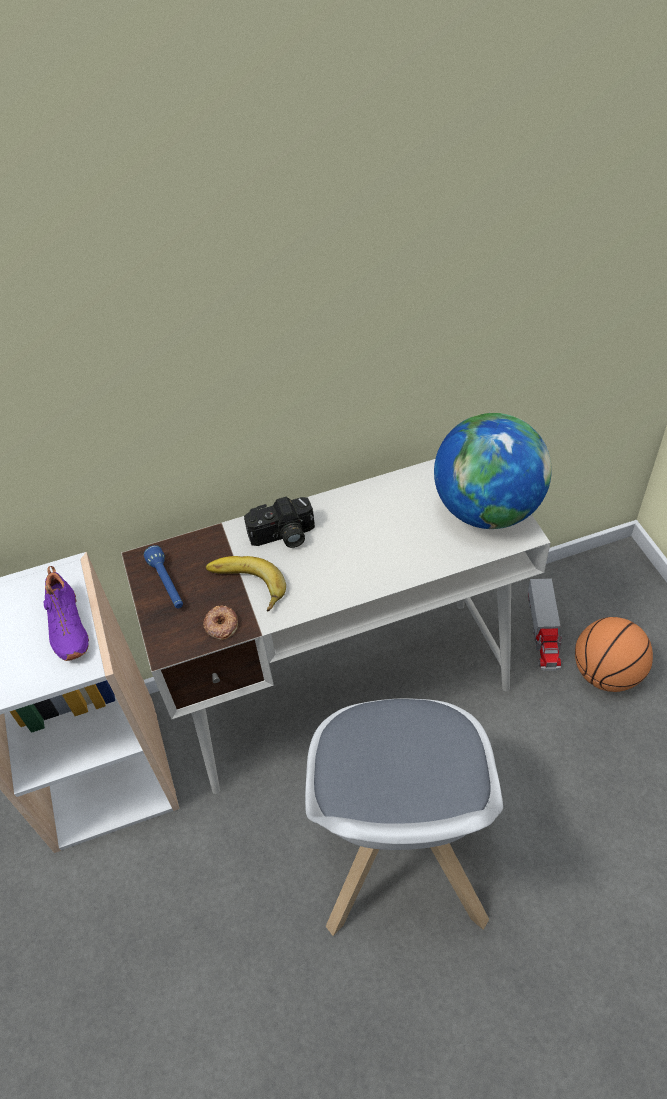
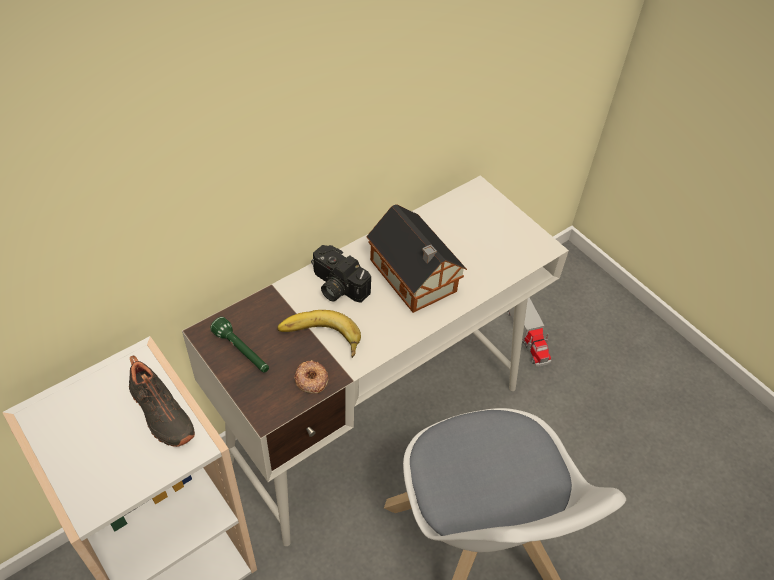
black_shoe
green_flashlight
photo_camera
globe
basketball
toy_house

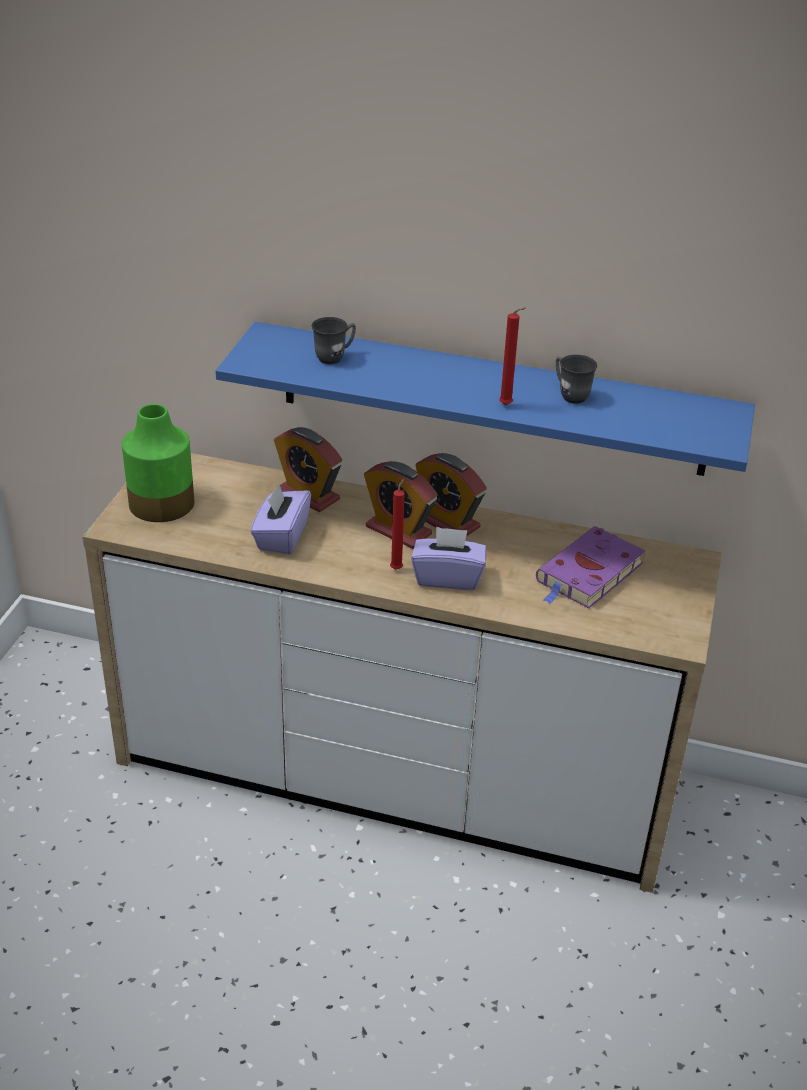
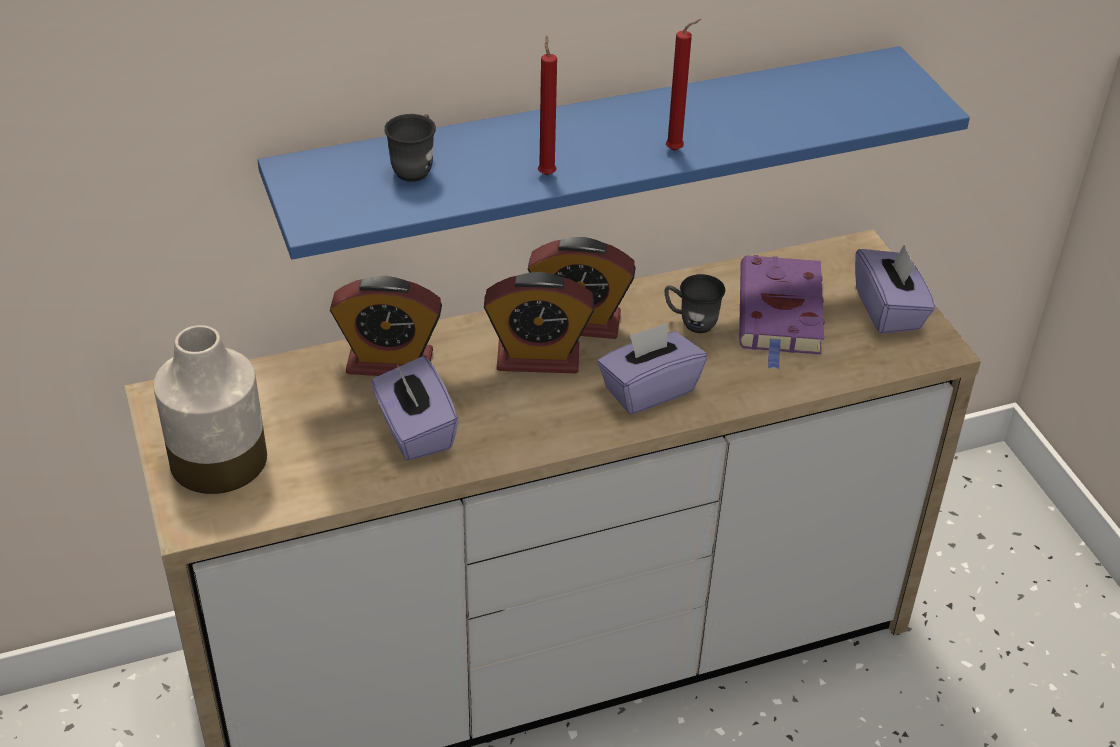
beige_vase
red_candle (no. 1 from left)
grey_mug (no. 2 from left)
purple_tissue_box (no. 3 from left)

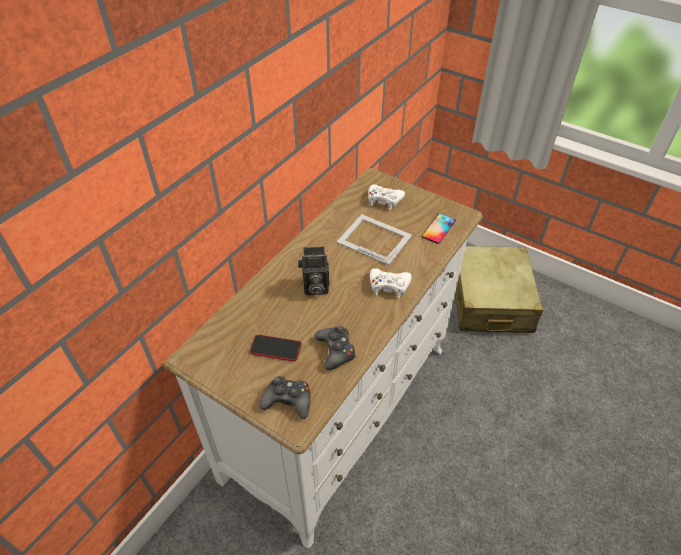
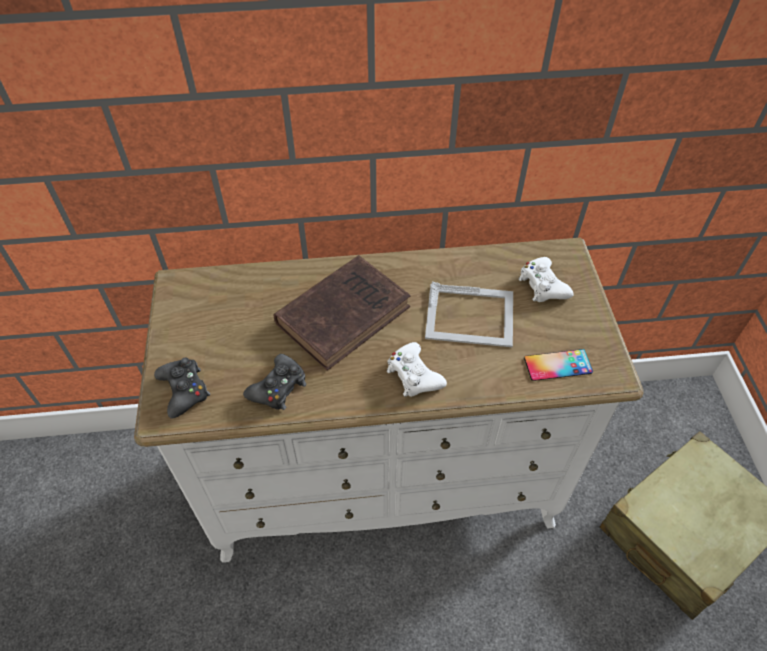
phone (no. 1 from left in the first image)
brown_book
picture_frame

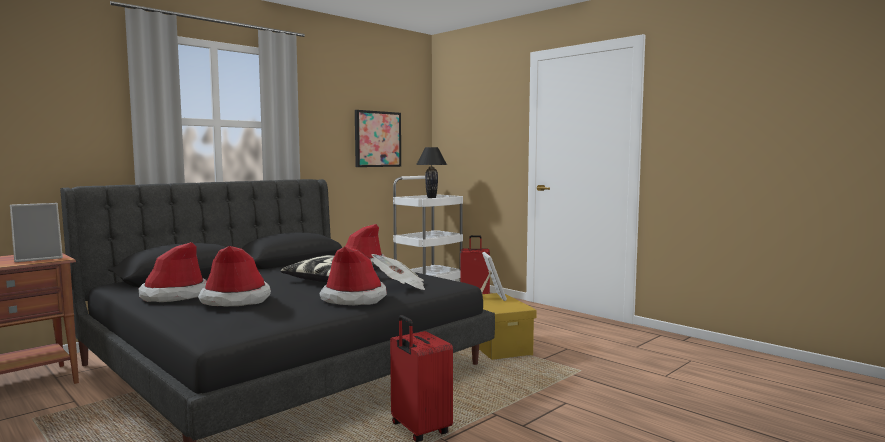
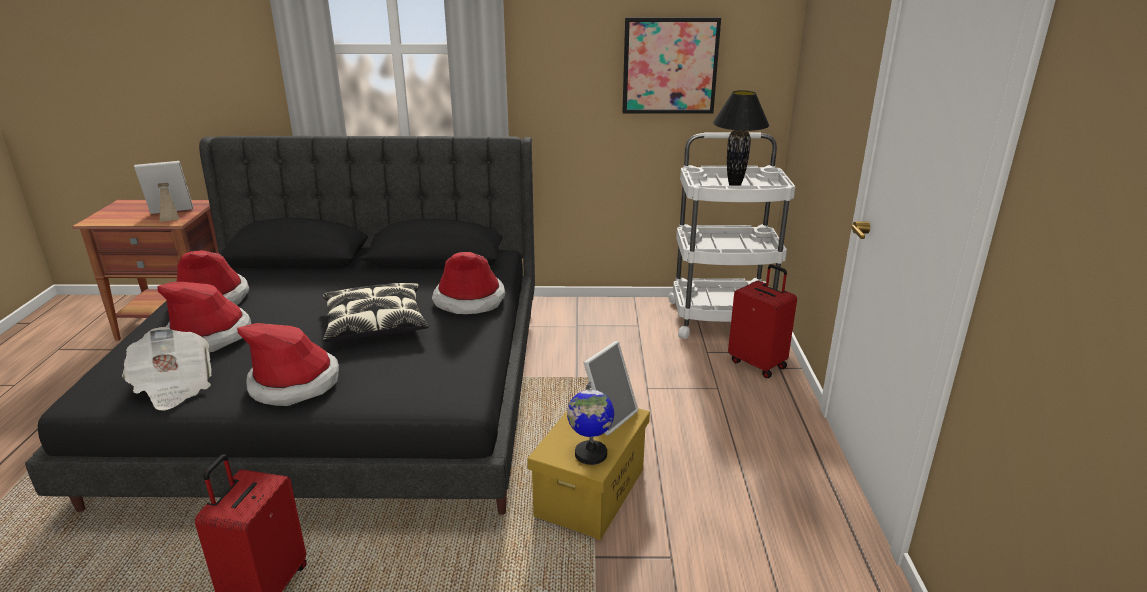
picture_frame (no. 1 from left)
newspaper
globe

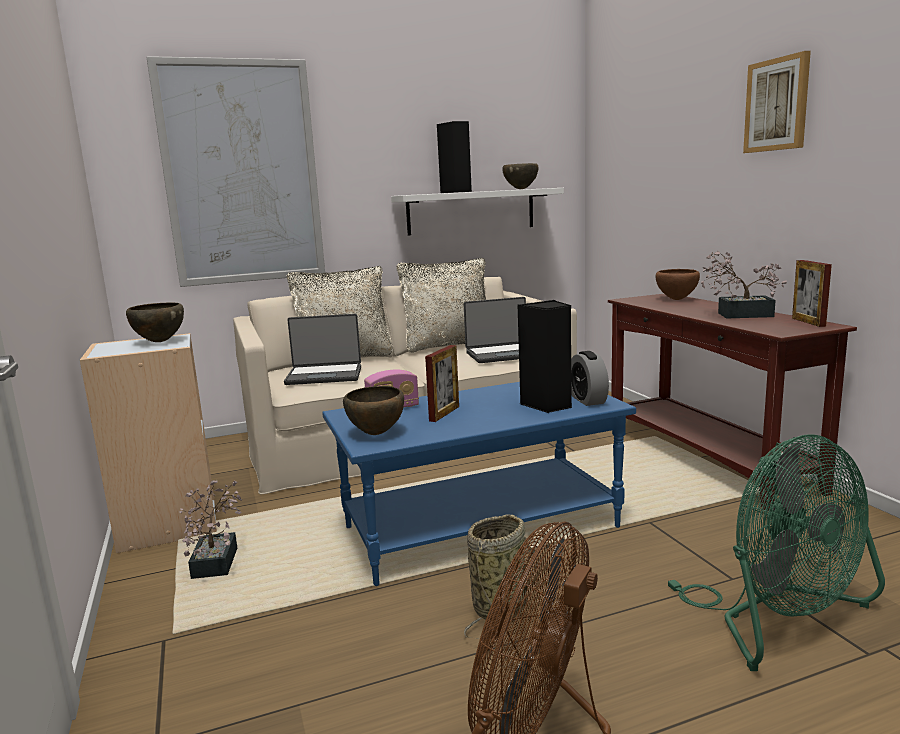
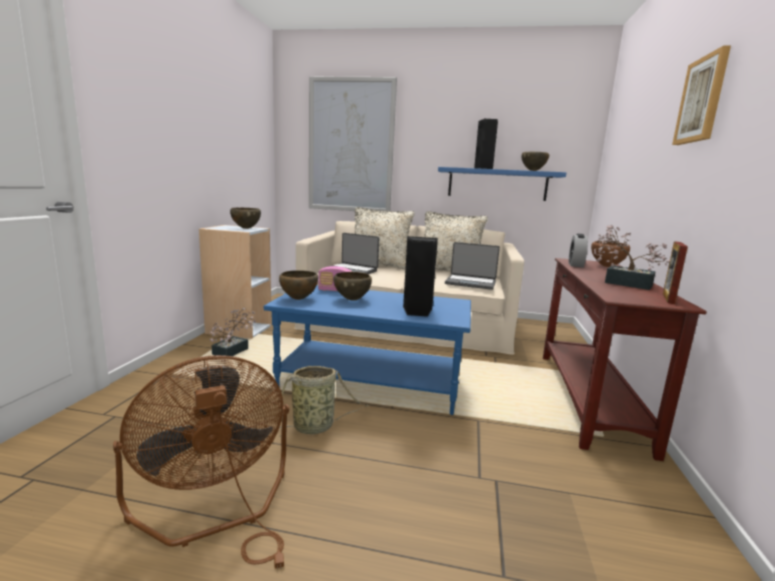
blue_shelf
brown_bowl (no. 3 from left)
alarm_clock
green_fan

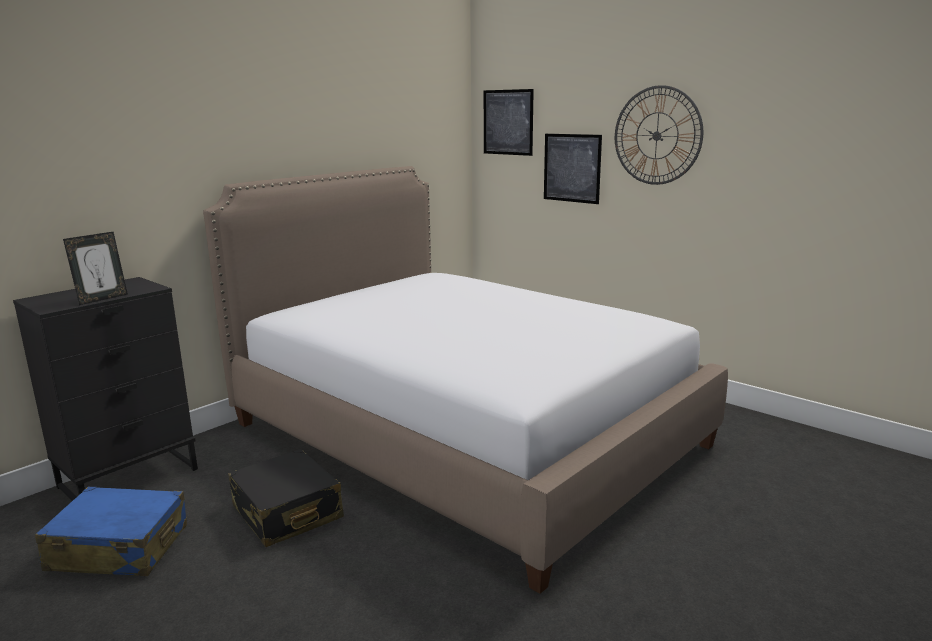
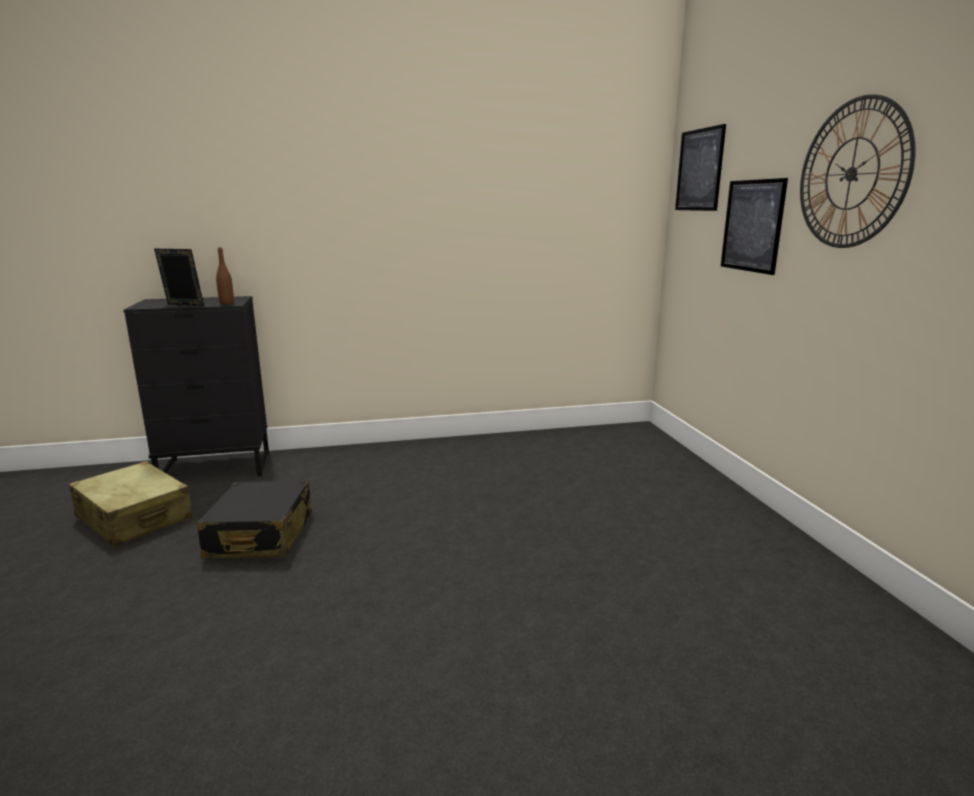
beige_suitcase
picture_frame
bed
brown_bottle

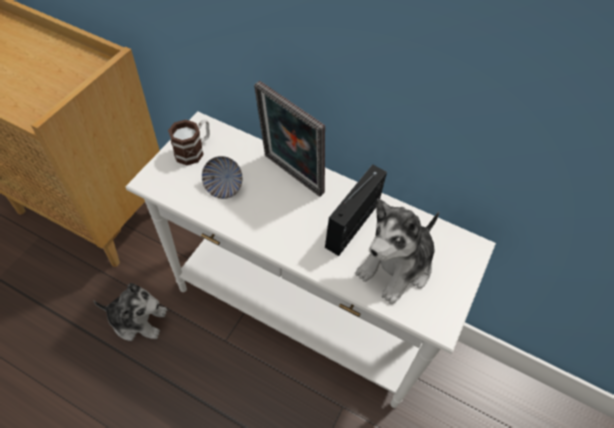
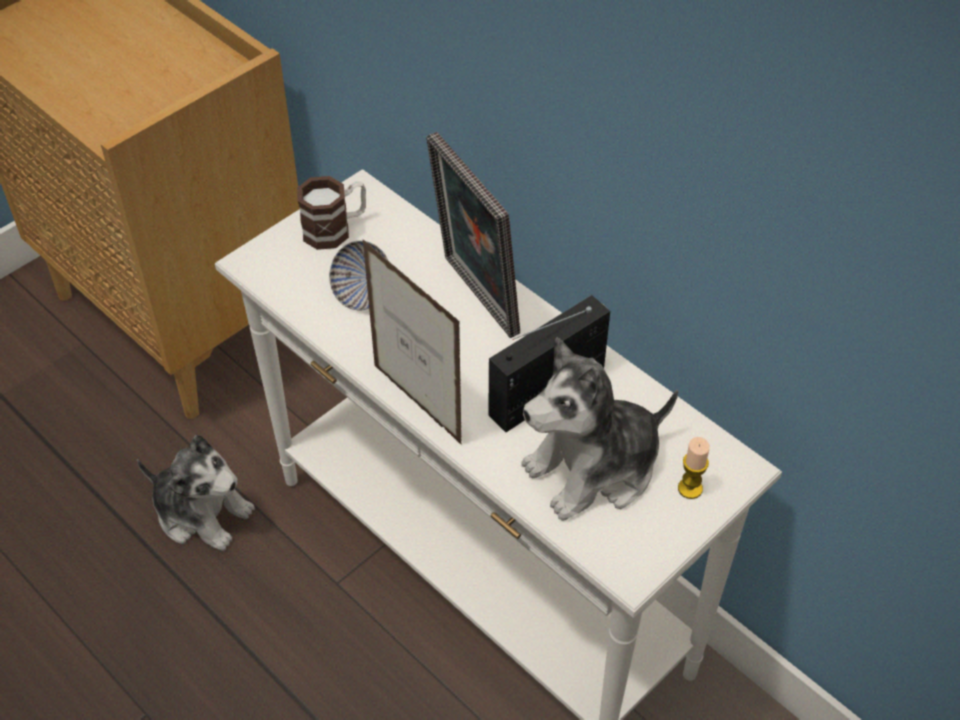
picture_frame (no. 1 from left)
candle

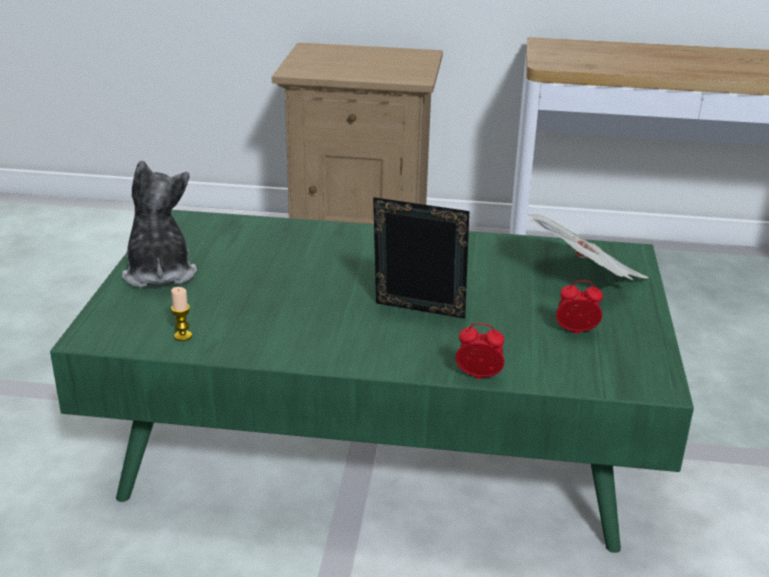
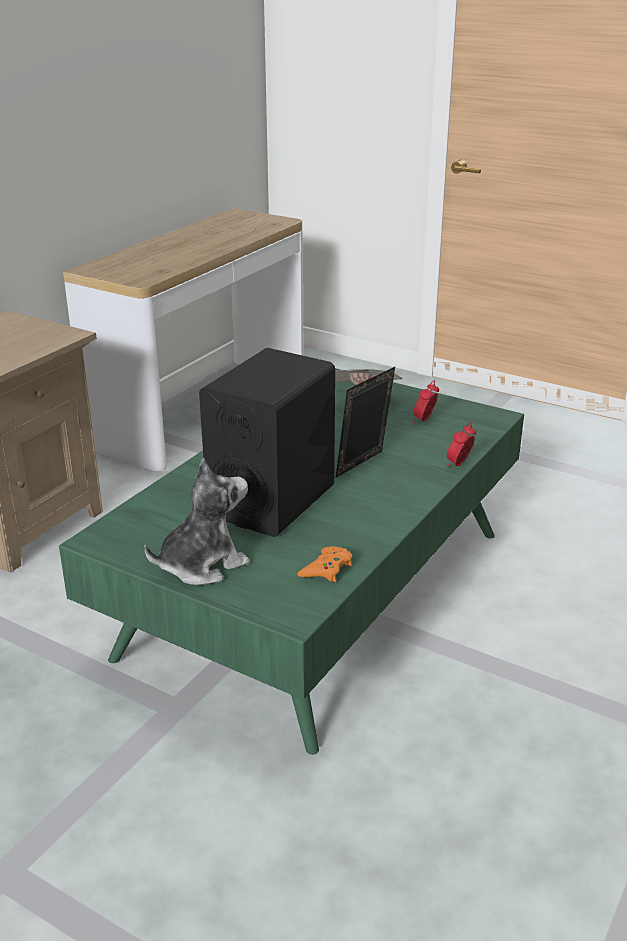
plush_toy
orange_game_controller
black_speaker

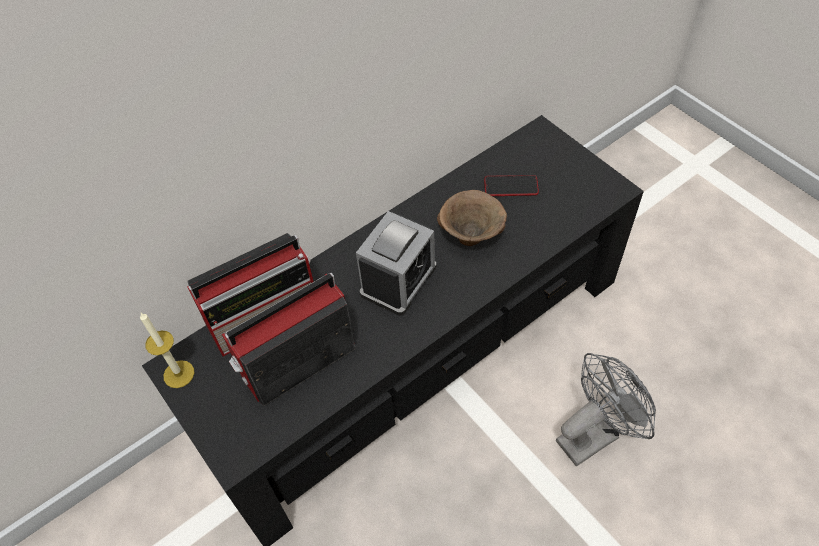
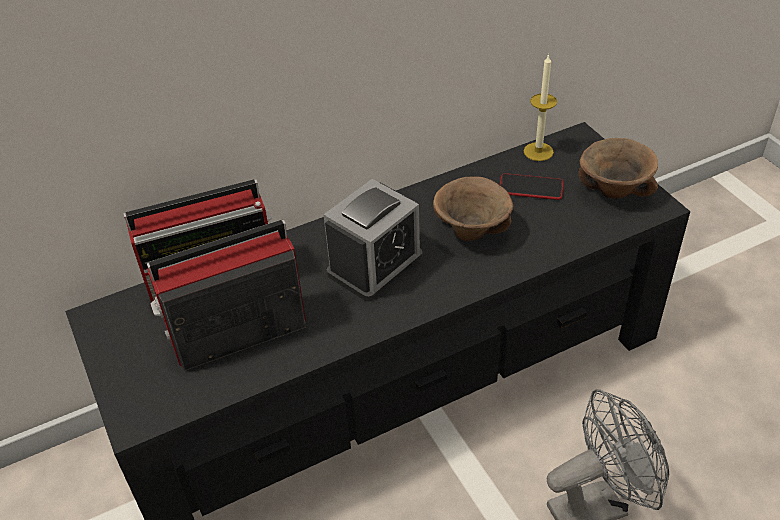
candle
brown_bowl (no. 2 from left)

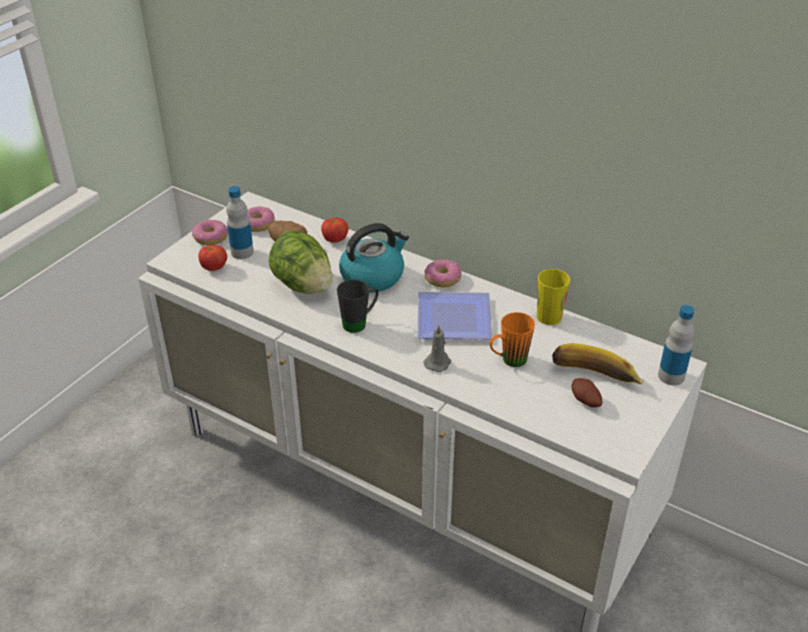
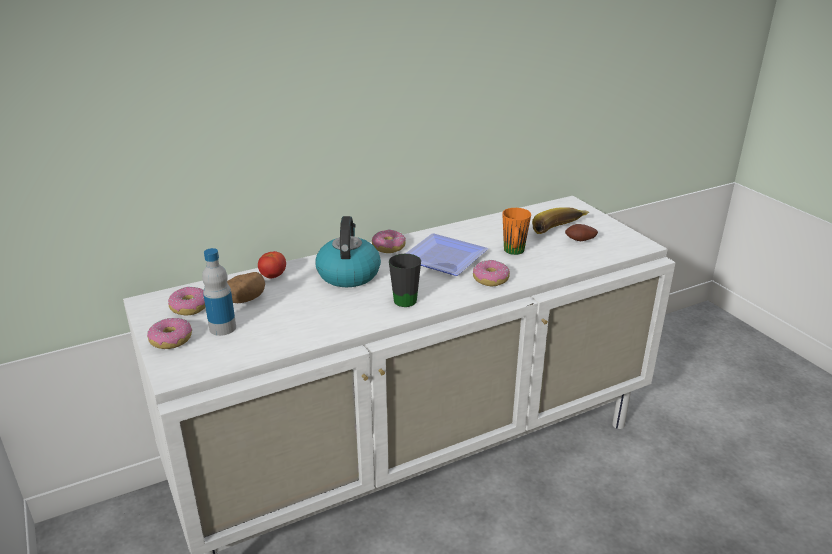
tomato (no. 1 from left in the first image)
lettuce
donut (no. 4 from left)
cup
bottle (no. 2 from left in the first image)

